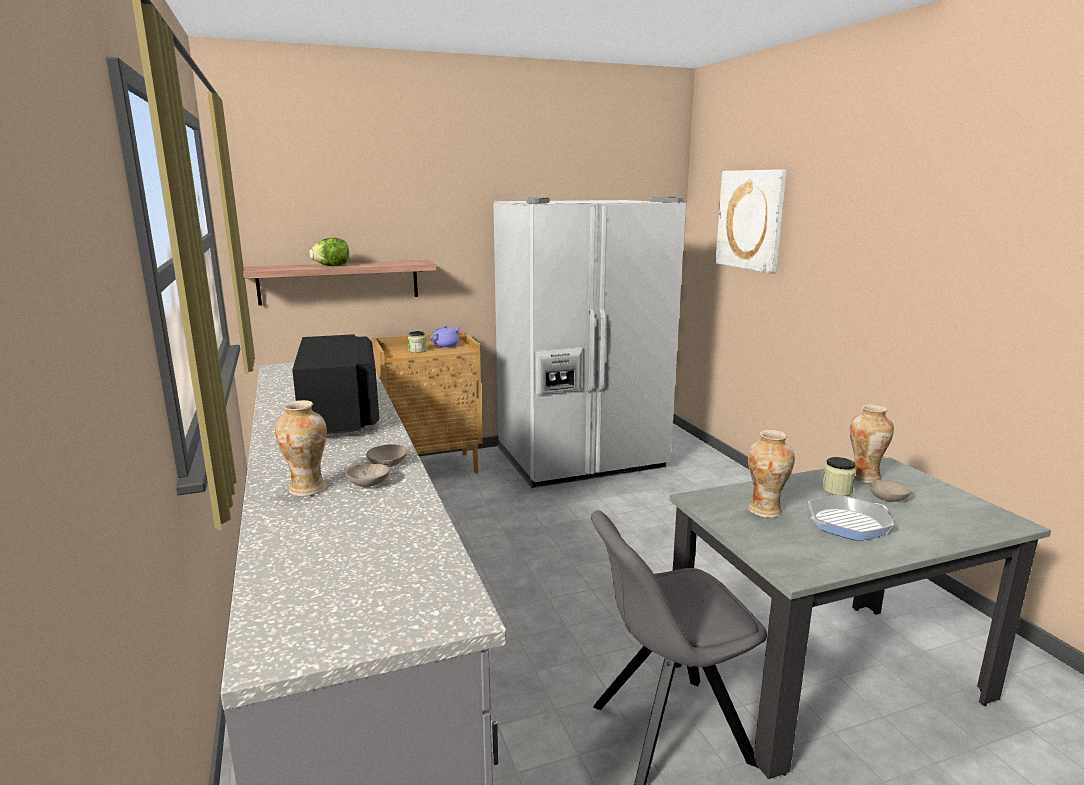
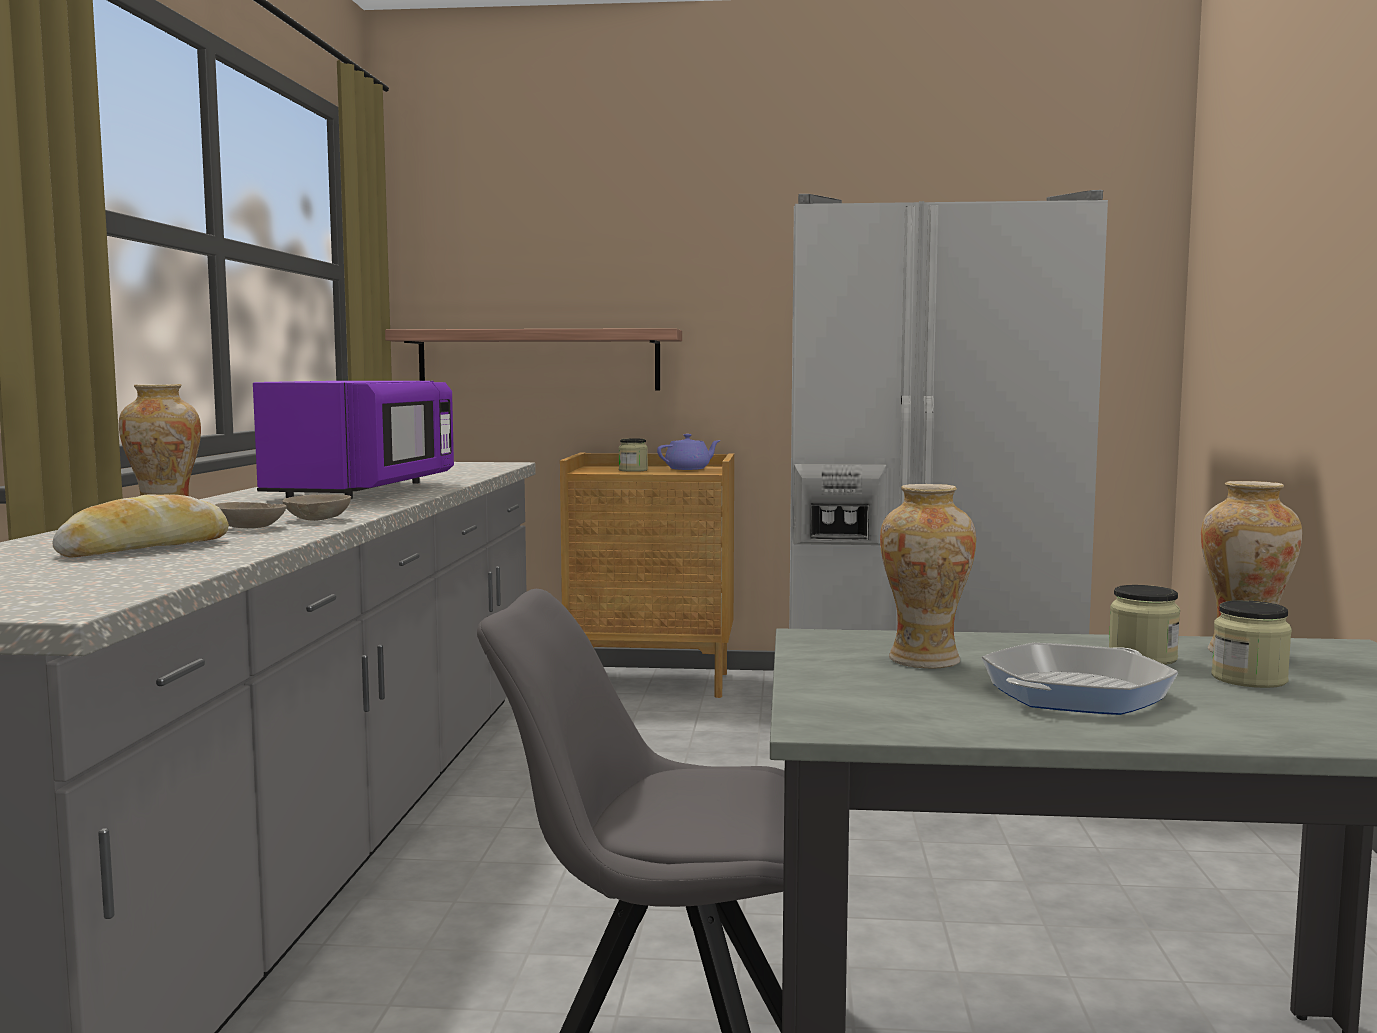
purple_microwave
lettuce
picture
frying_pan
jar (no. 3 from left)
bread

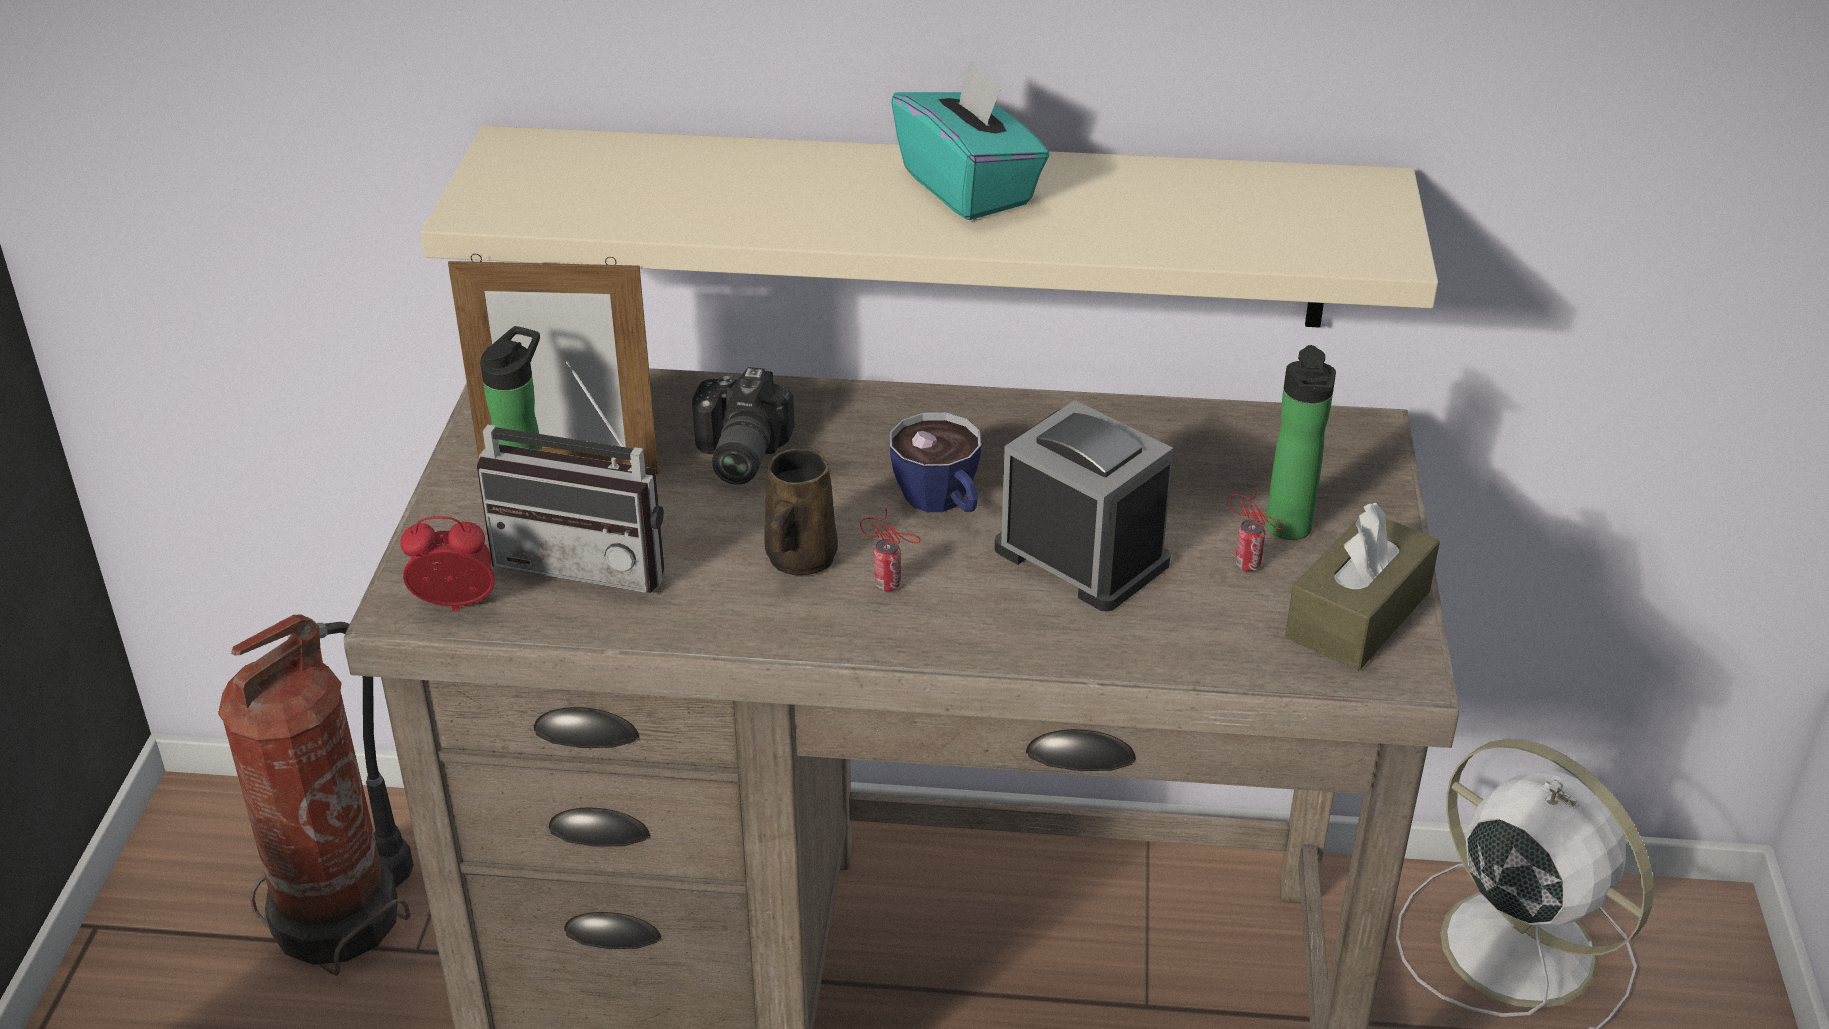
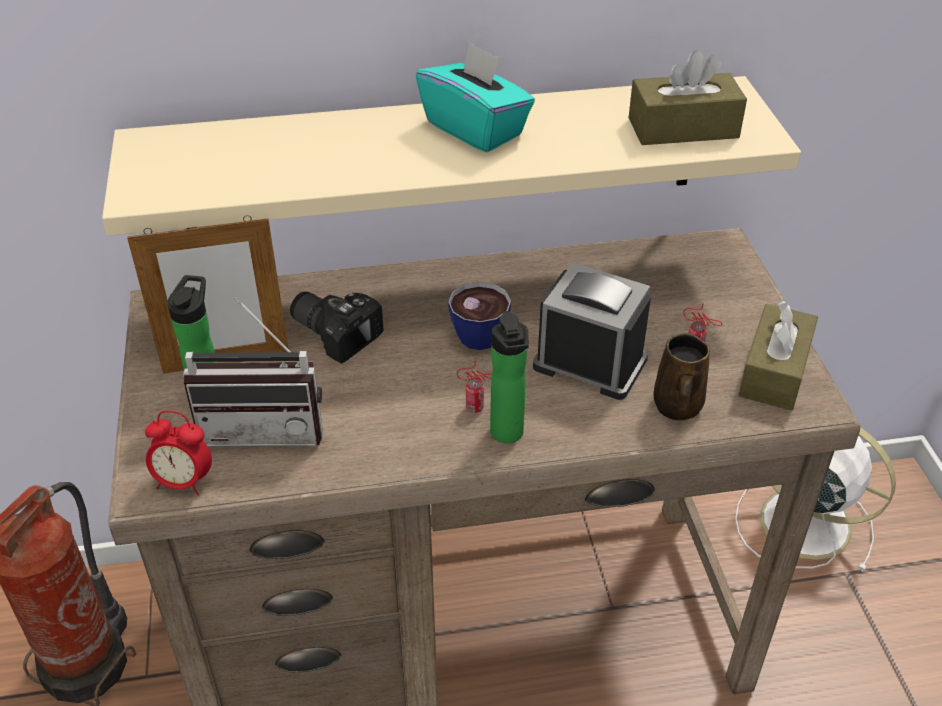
alarm_clock (no. 1 from left)
photo_camera
brown_mug
bottle (no. 2 from left)
brown_tissue_box (no. 1 from left)

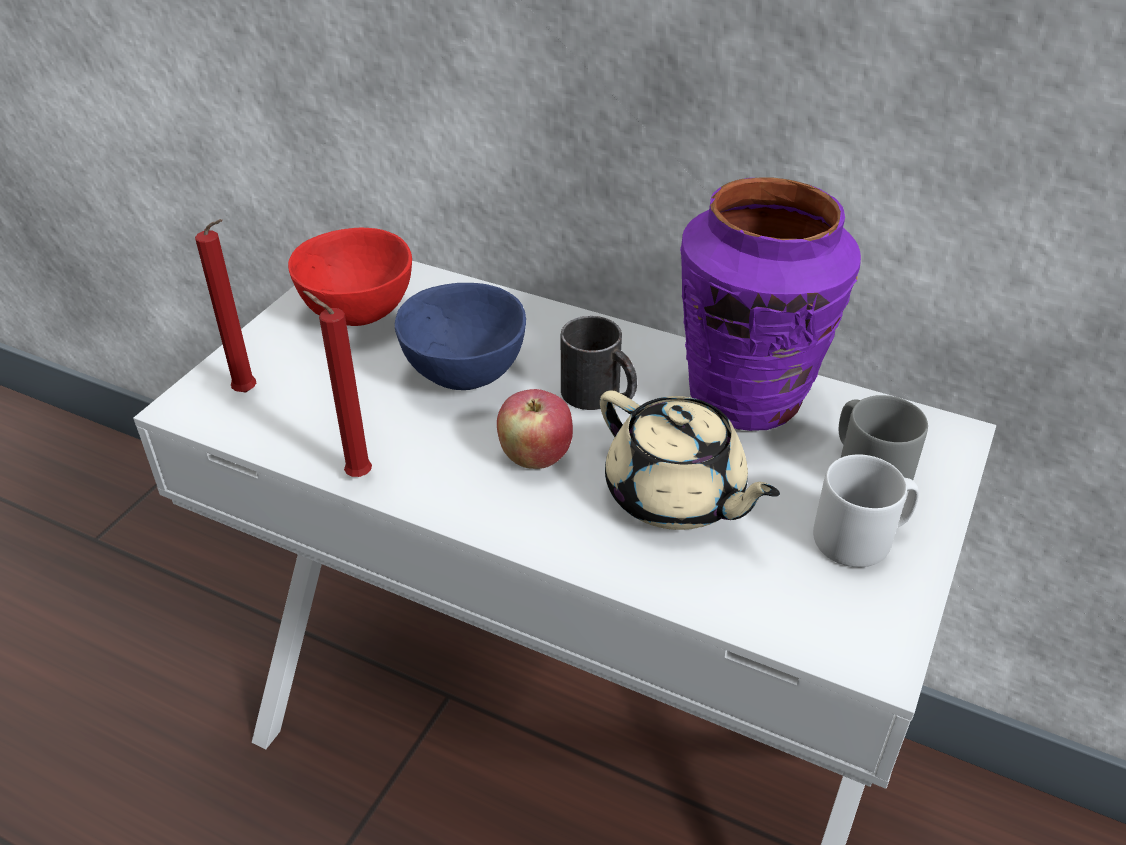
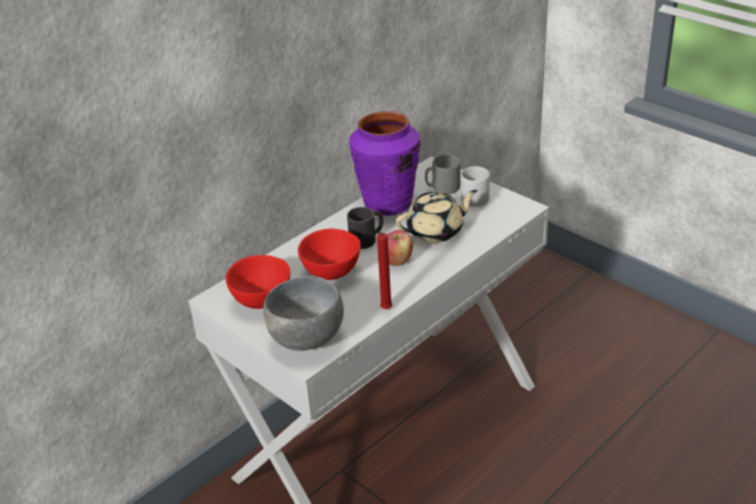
grey_bowl
red_bowl (no. 2 from left)

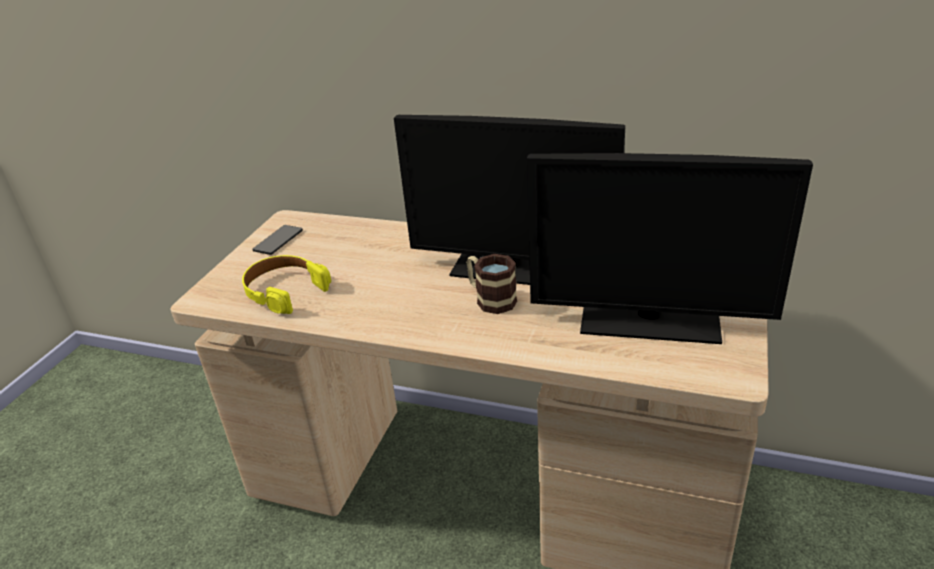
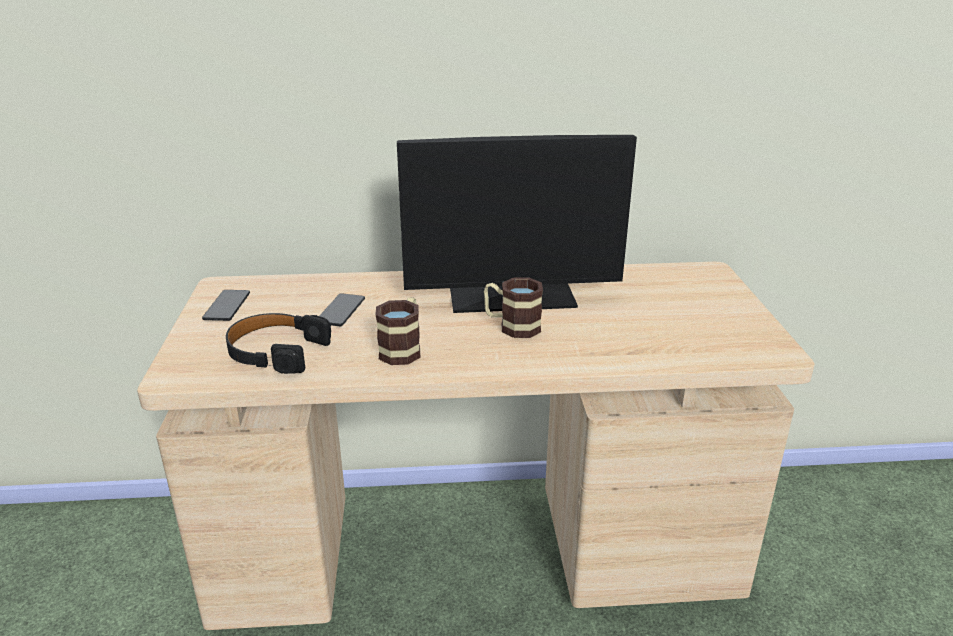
black_headphones
monitor (no. 2 from left in the first image)
phone (no. 2 from left)
mug (no. 1 from left)

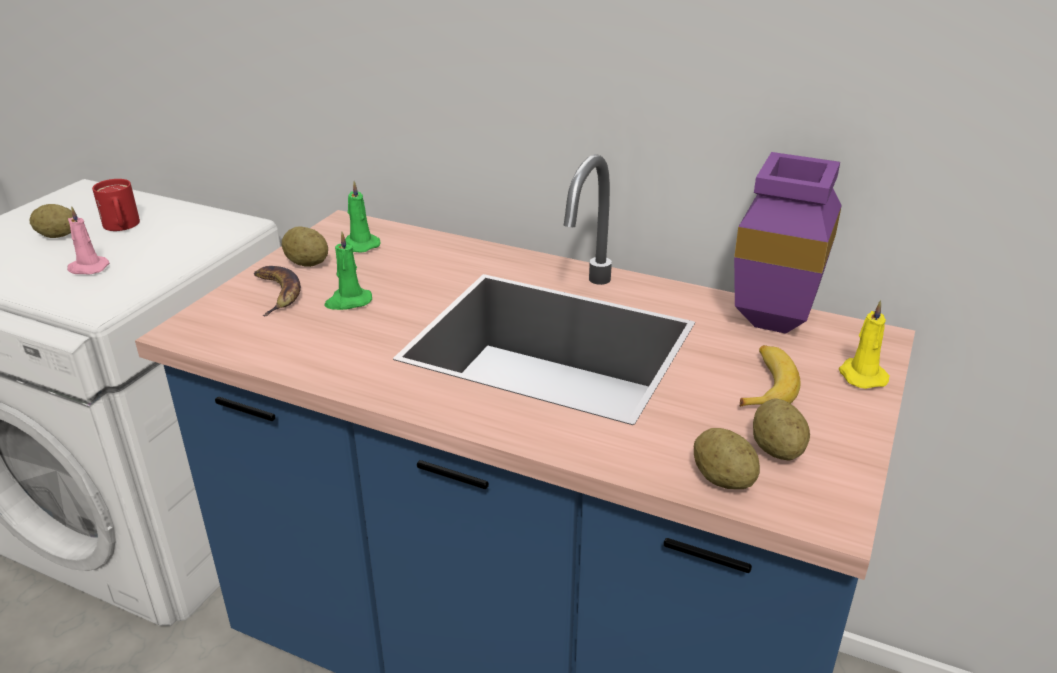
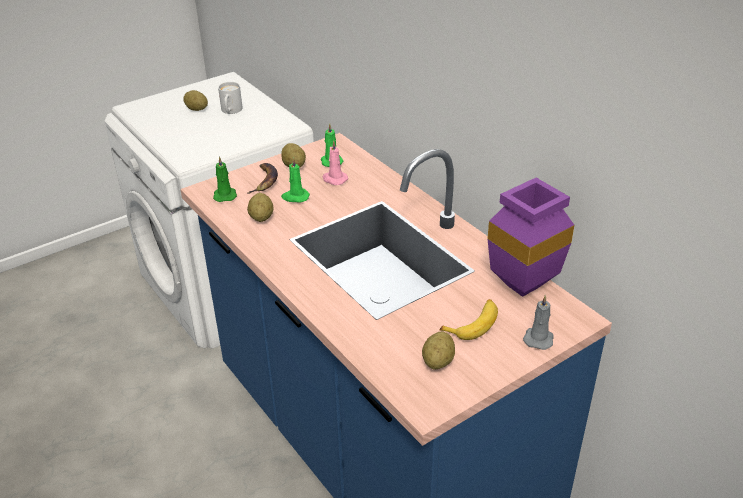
pink_candle
white_mug
potato (no. 2 from left)
grey_candle
green_candle (no. 1 from left)

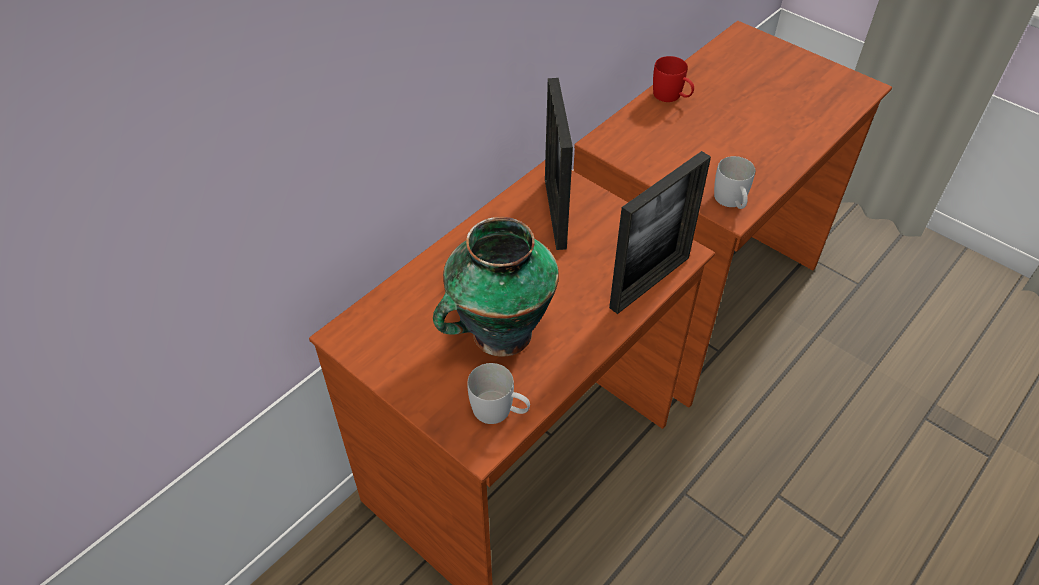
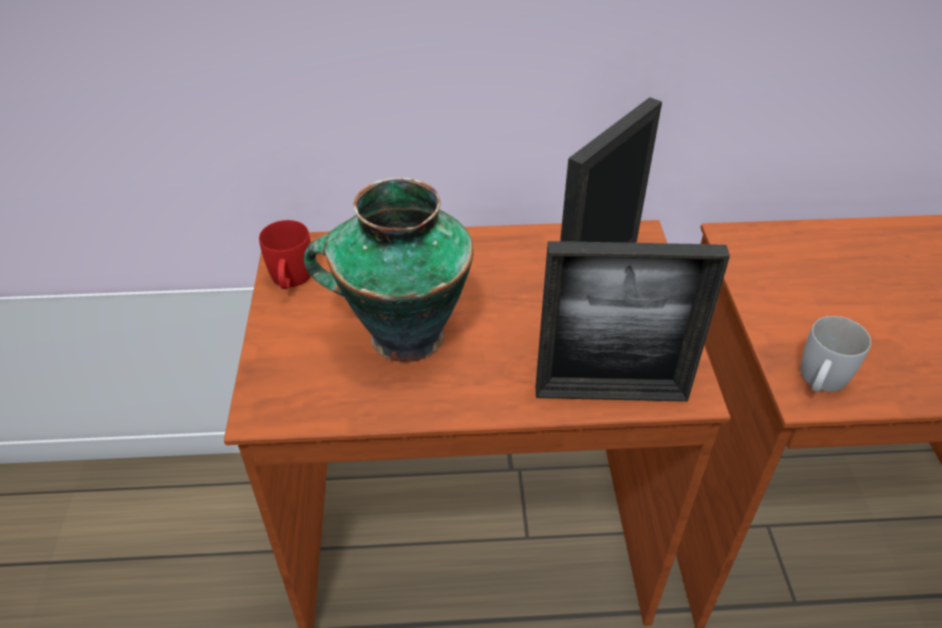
white_mug (no. 1 from left in the first image)
red_mug

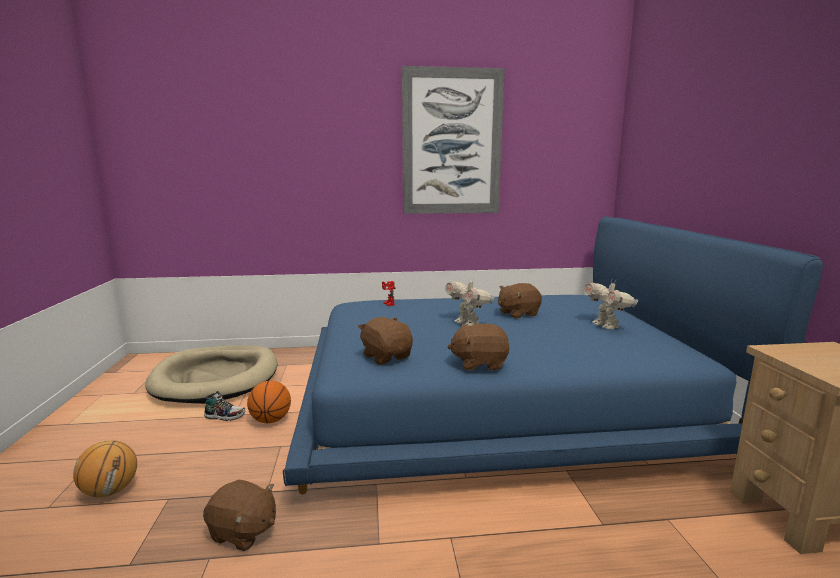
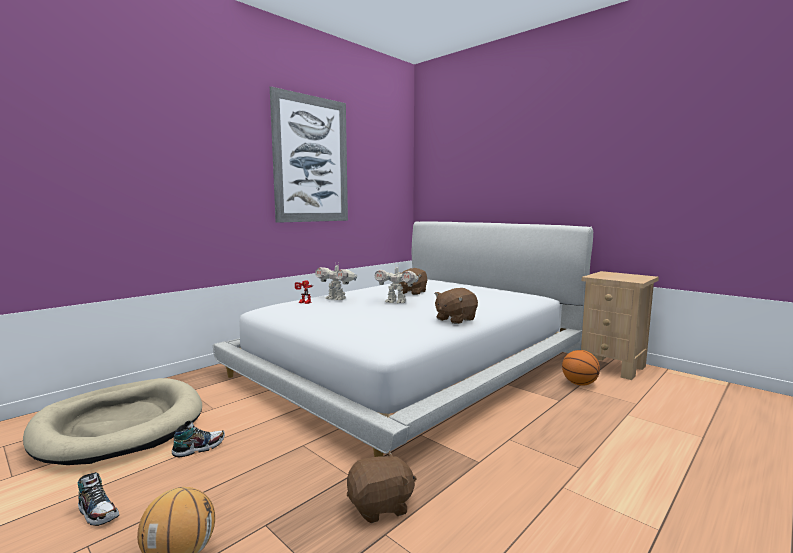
basketball (no. 2 from left)
white_bed
brown_plush_toy (no. 2 from left in the first image)
toy_robot (no. 2 from left)
shoe (no. 1 from left)

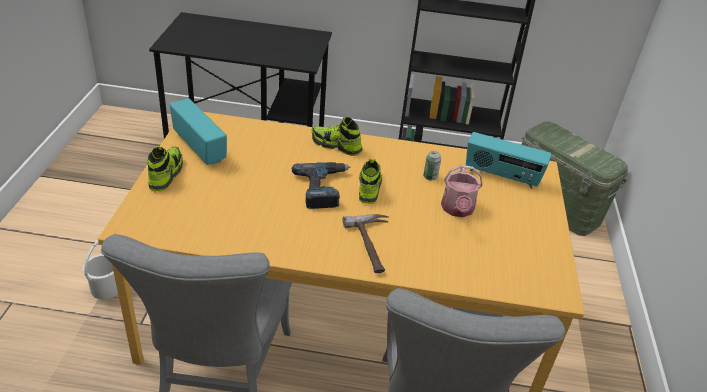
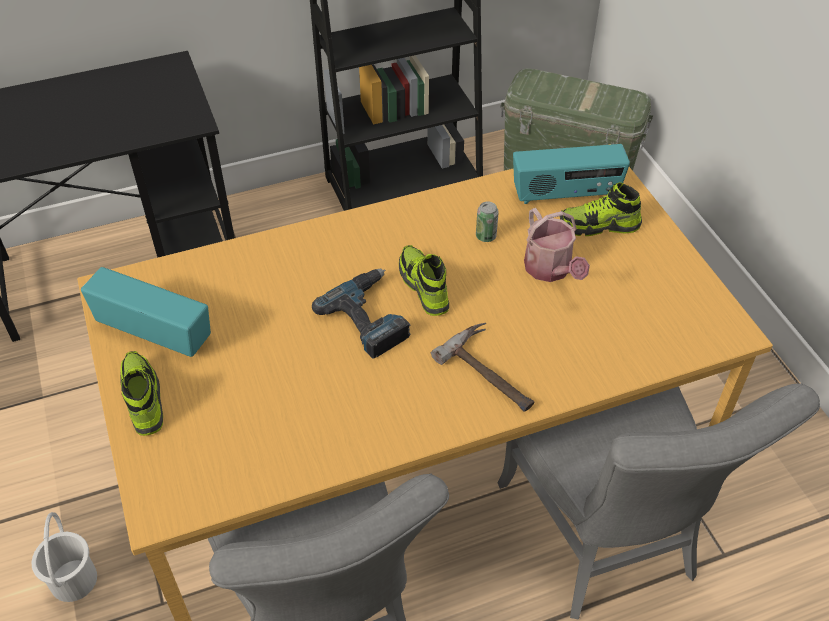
shoe (no. 3 from left)

